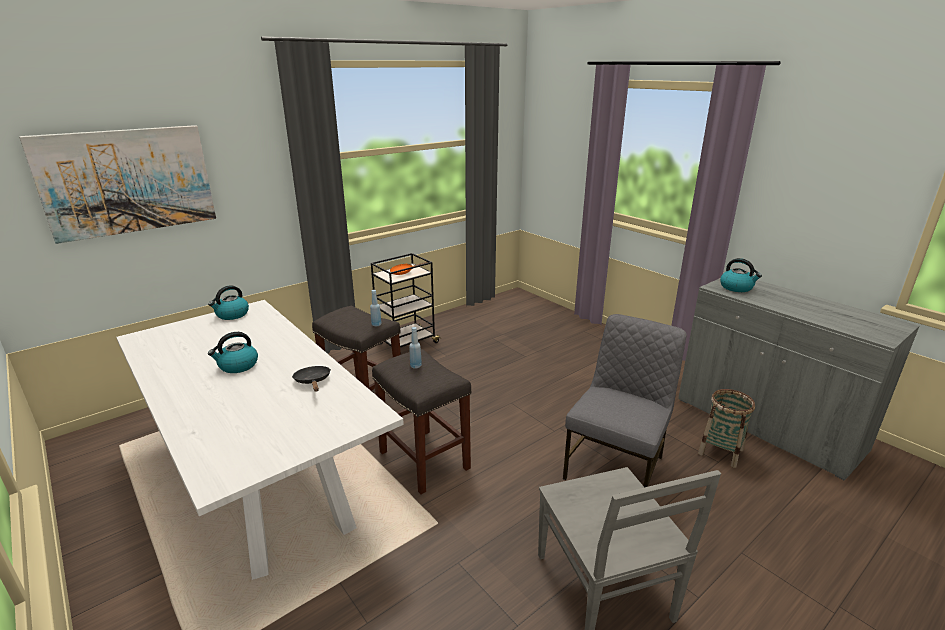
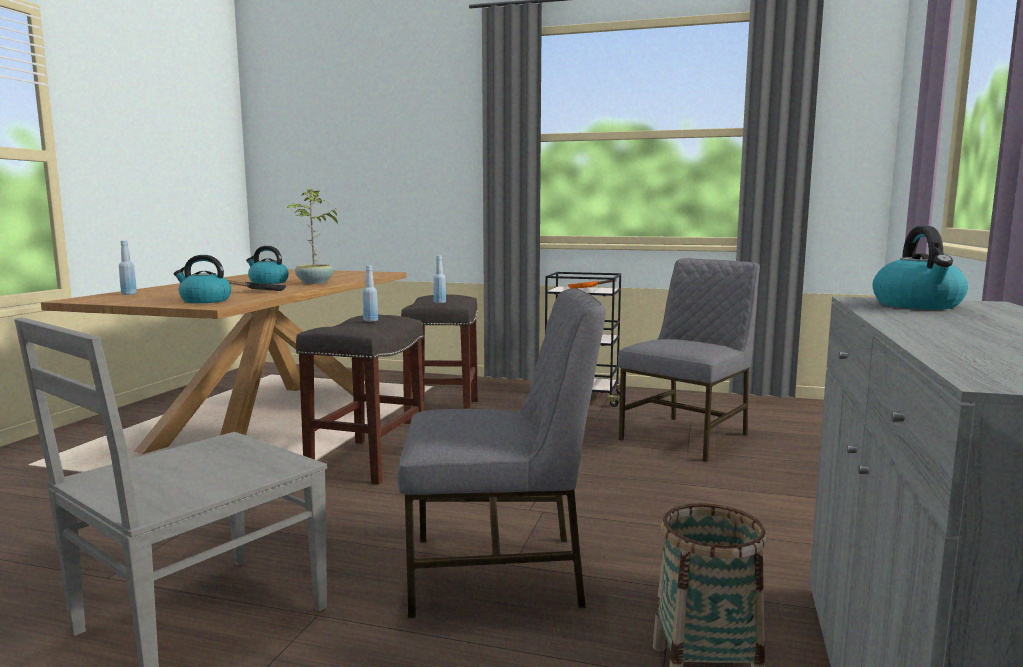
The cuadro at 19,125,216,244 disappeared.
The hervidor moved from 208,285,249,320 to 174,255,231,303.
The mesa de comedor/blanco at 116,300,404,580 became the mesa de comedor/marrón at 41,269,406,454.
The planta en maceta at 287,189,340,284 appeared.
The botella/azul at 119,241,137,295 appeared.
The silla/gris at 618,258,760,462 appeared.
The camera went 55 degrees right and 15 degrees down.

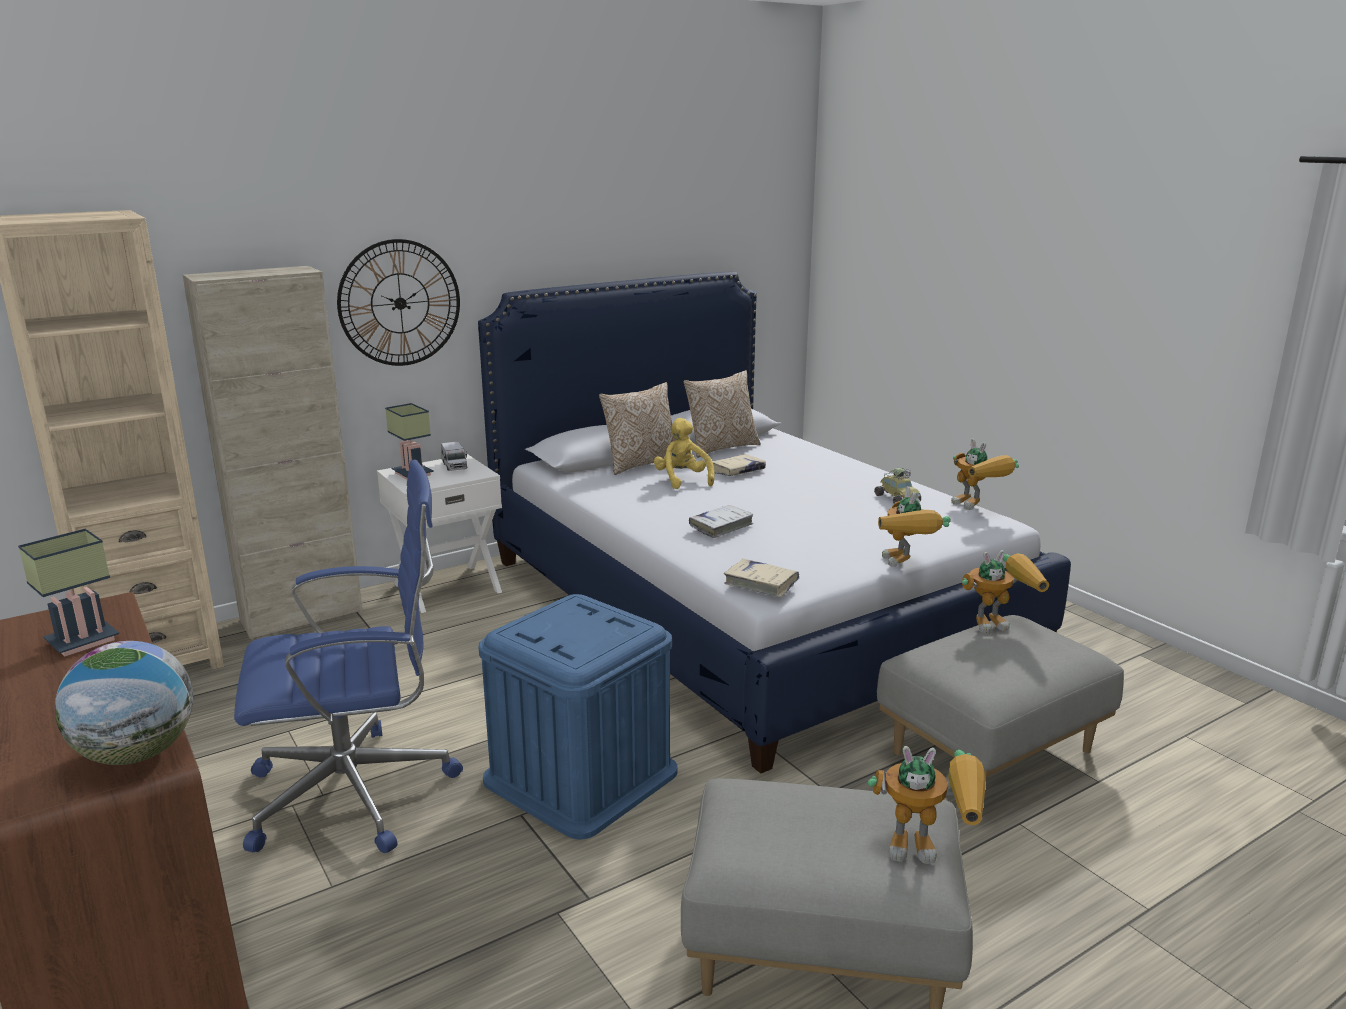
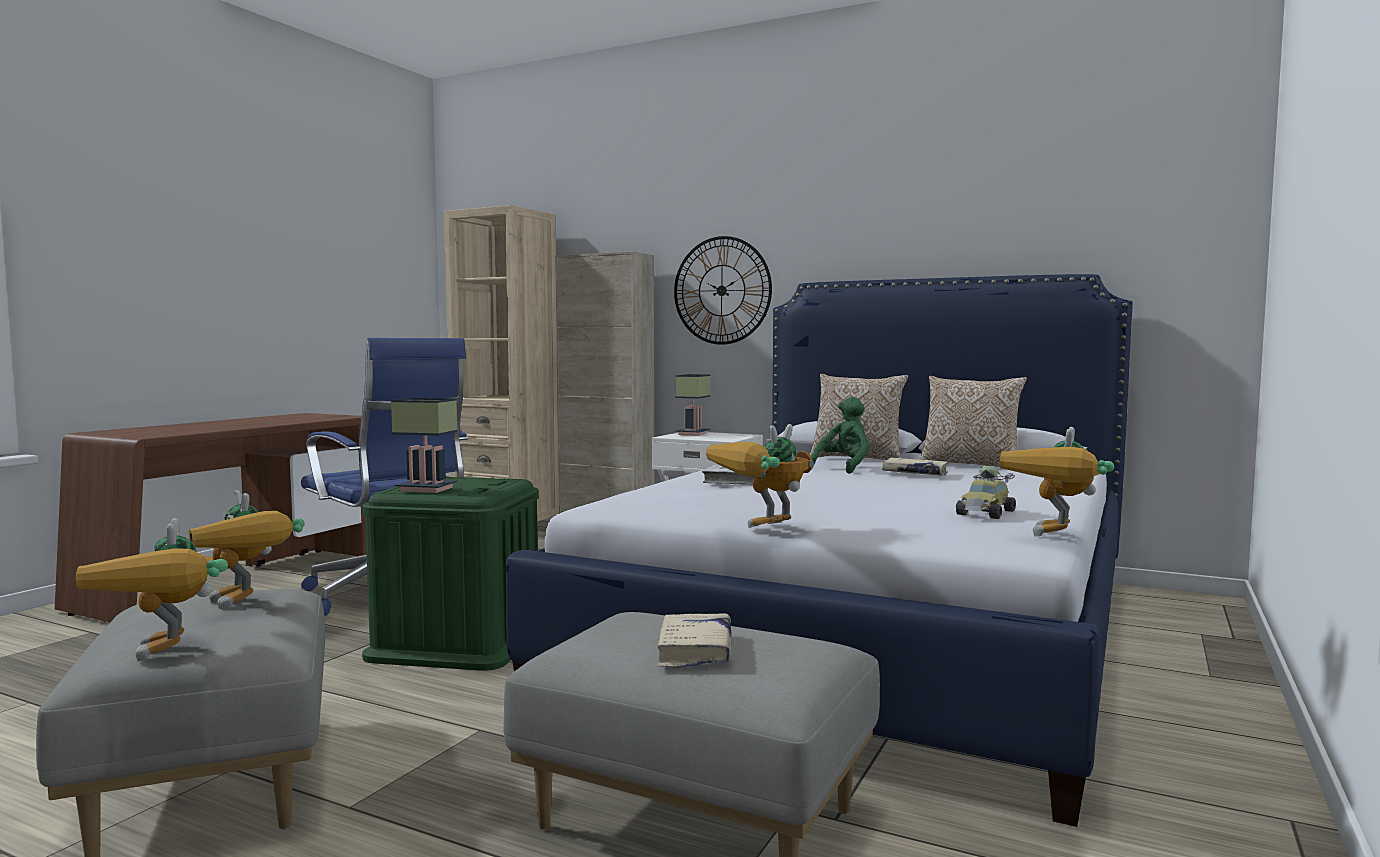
The peluche/amarillo at 654,418,714,489 became the peluche/verde at 811,397,869,474.
The camión de juguete at 441,441,467,471 disappeared.
The lámpara de mesa moved from 18,529,119,656 to 391,398,458,493.
The robot de juguete moved from 961,550,1049,633 to 189,490,305,610.
The libro/beis moved from 724,558,799,597 to 657,613,731,668.
The caja de almacenaje/azul at 478,594,678,840 became the caja de almacenaje/verde at 362,477,539,671.
The globo terráqueo at 55,641,193,765 disappeared.
The camera went 60 degrees right and 15 degrees down.

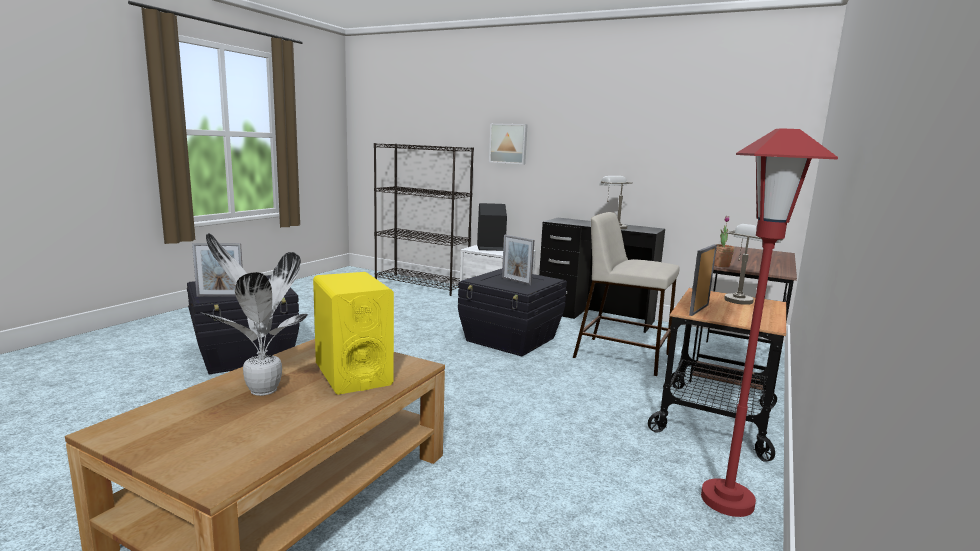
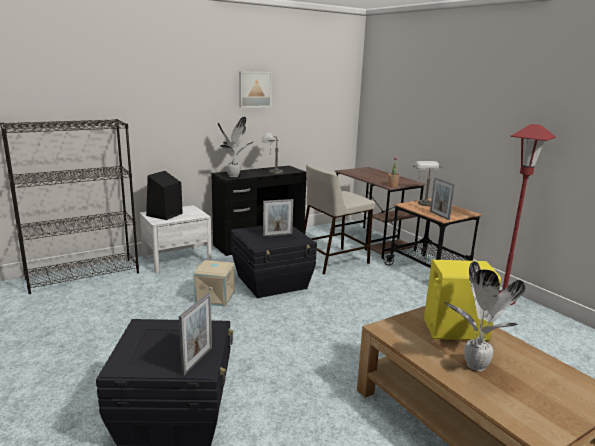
The cuadro moved from 489,123,528,164 to 239,71,272,108.
The planta en maceta at 218,117,253,177 appeared.
The caja de almacenaje/beis at 193,260,235,307 appeared.
The camera went 60 degrees left and 5 degrees up.

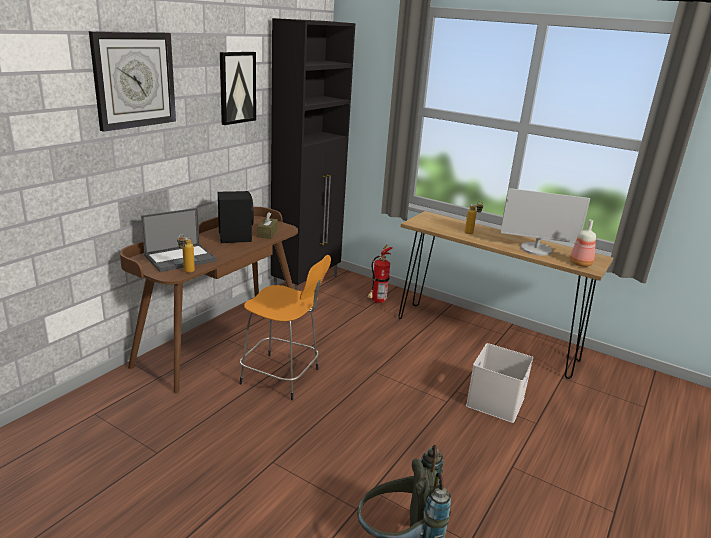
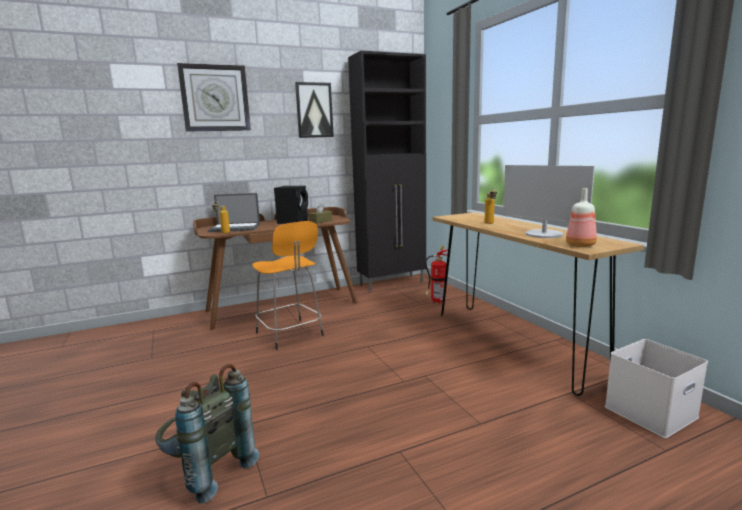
The caja de almacenaje/blanco moved from 466,343,533,423 to 605,339,708,438.
The camera went 35 degrees right and 10 degrees down.

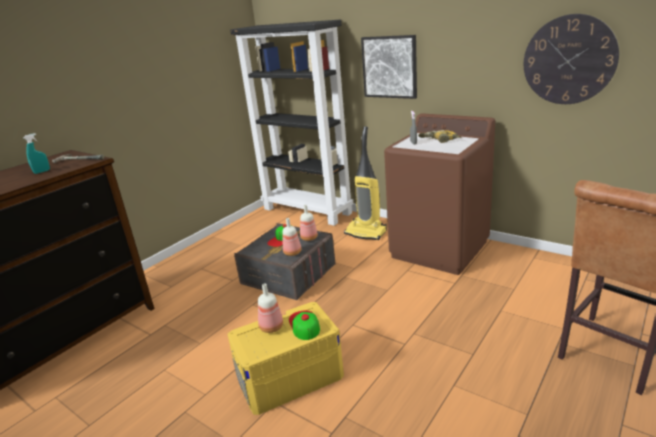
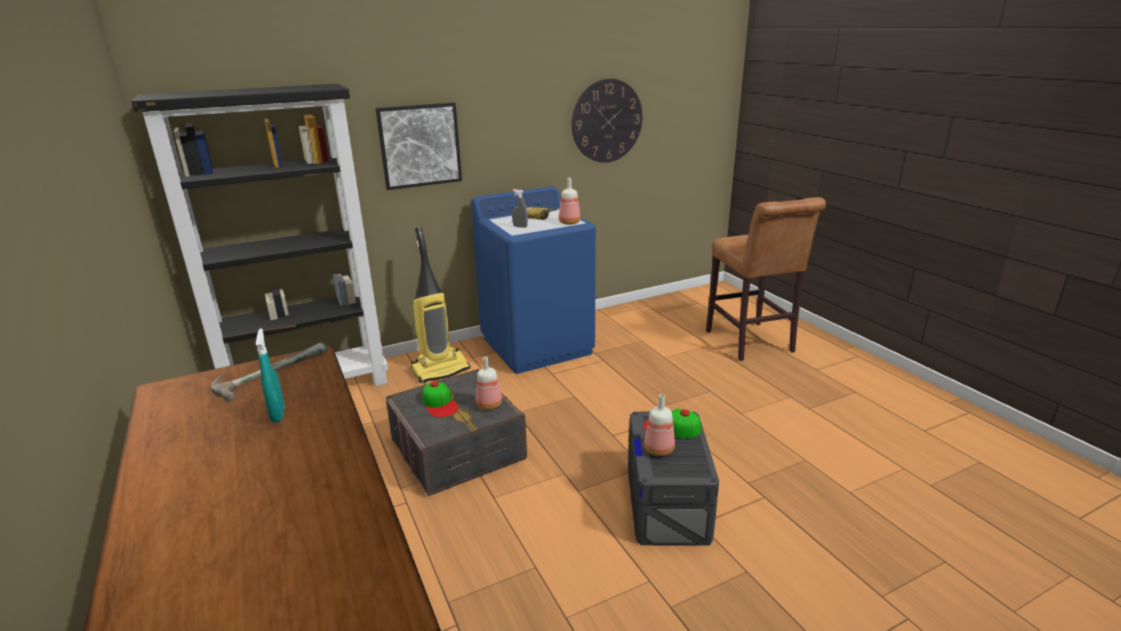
The lavadora/marrón at 384,113,495,275 became the lavadora/azul at 471,187,596,374.
The botella moved from 300,205,318,241 to 559,178,581,225.
The caja de almacenaje/amarillo at 227,302,344,415 became the caja de almacenaje/gris at 628,412,719,546.
The camera went 65 degrees left and 0 degrees up.

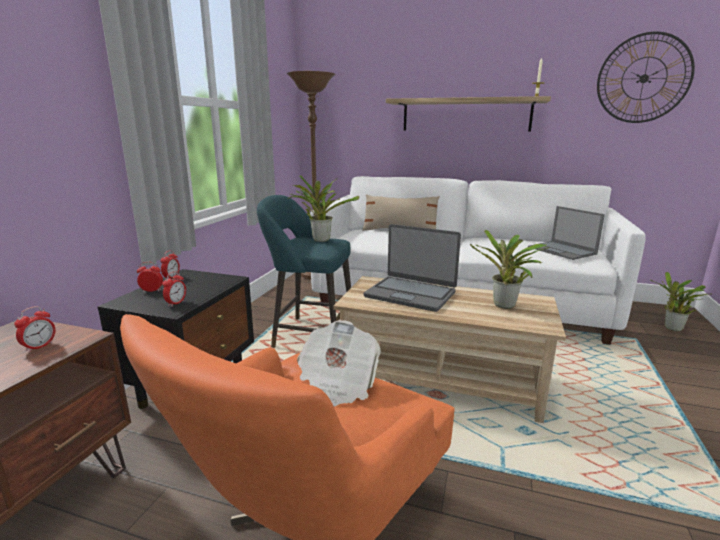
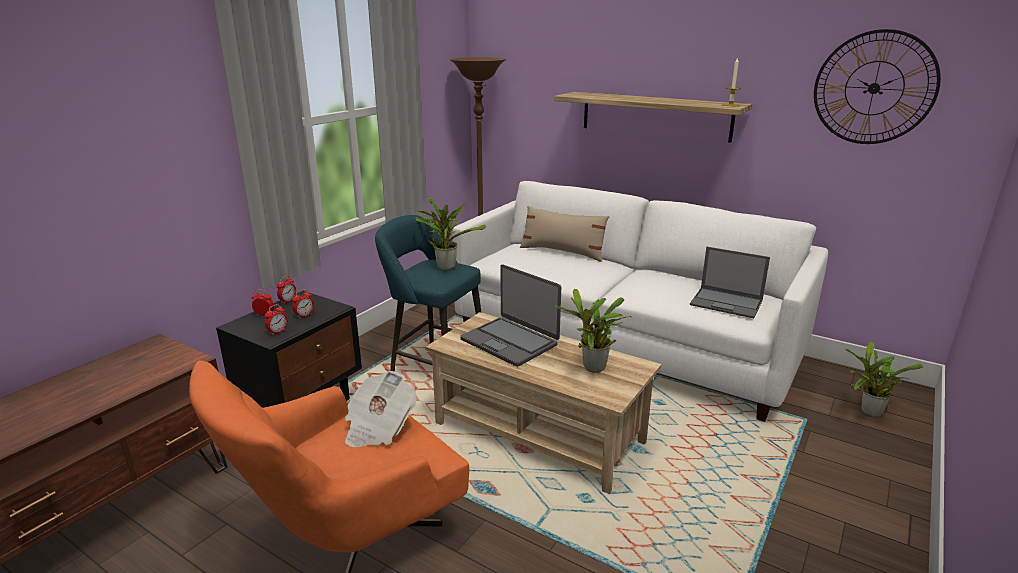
The portátil at 528,206,605,260 turned 45 degrees counterclockwise.
The despertador moved from 14,306,55,352 to 292,289,314,319.
The camera went 15 degrees right and 5 degrees up.

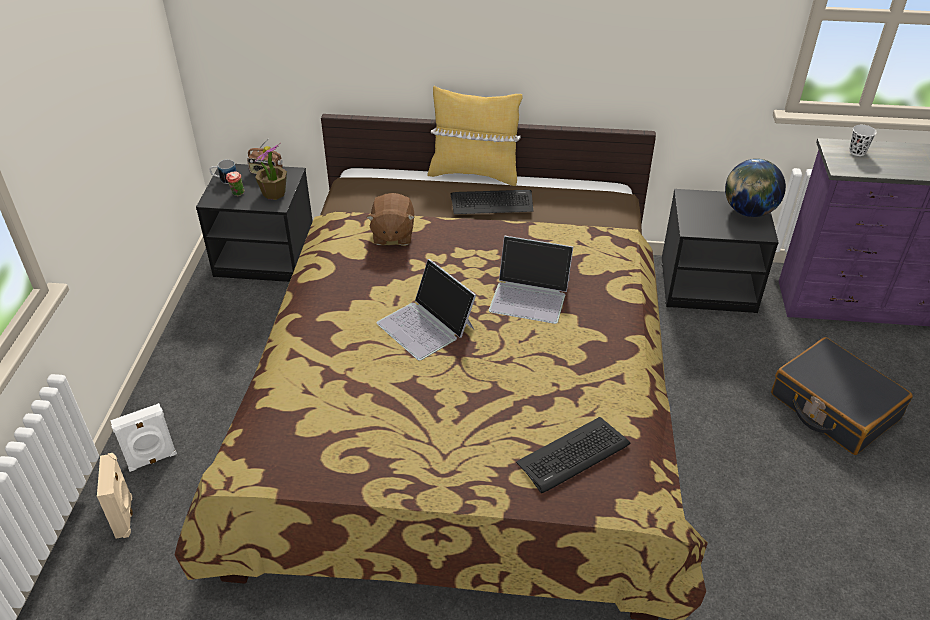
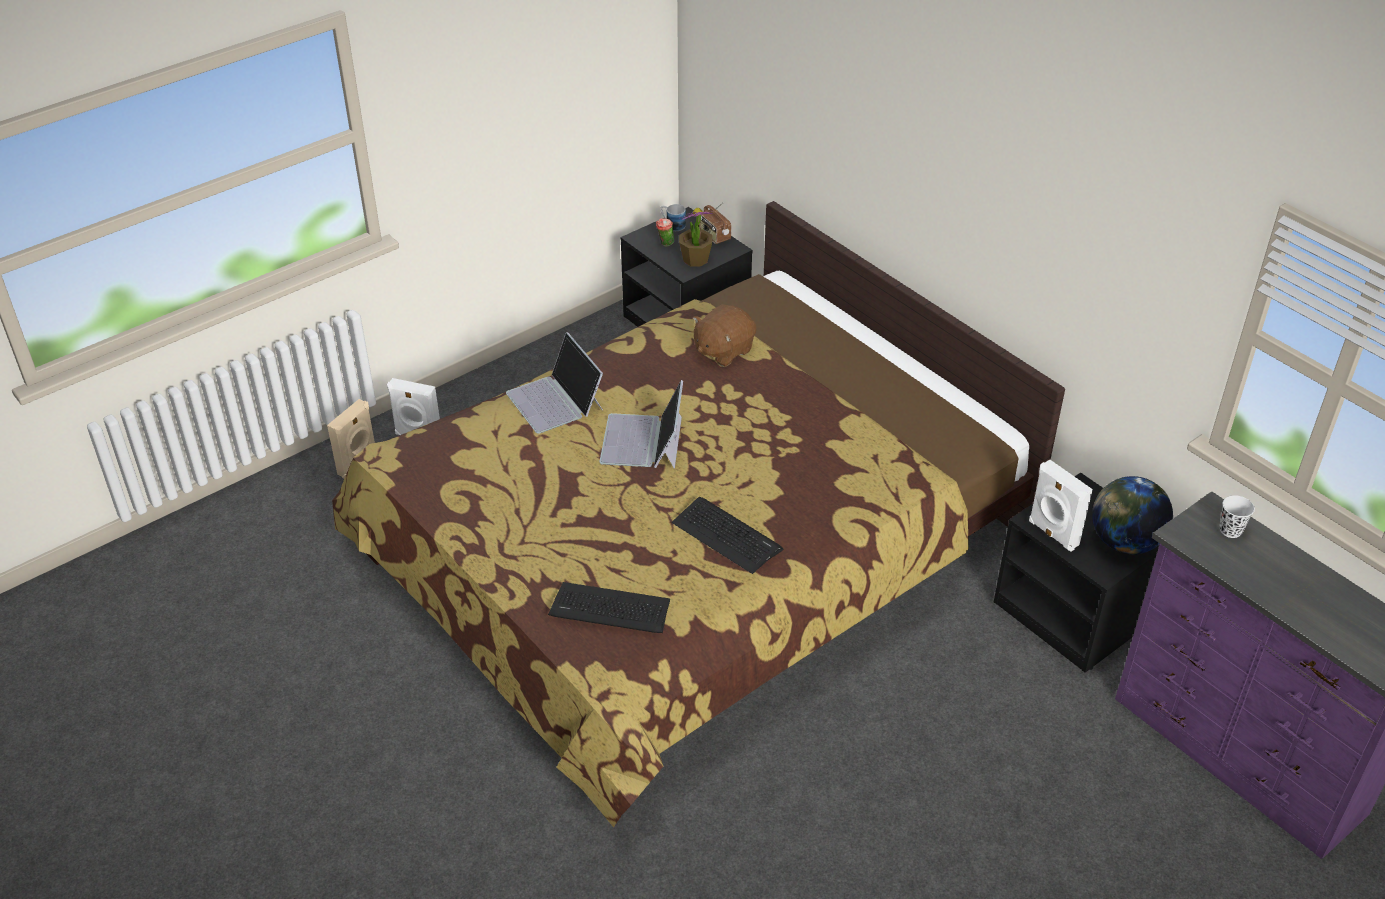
The cojín/amarillo at 428,86,523,186 disappeared.
The teclado moved from 450,190,533,214 to 672,497,783,574.
The portátil moved from 489,236,573,324 to 506,332,603,434.
The maleta/negro at 771,337,913,455 disappeared.
The altavoz/blanco at 1029,460,1093,552 appeared.
The camera went 45 degrees right and 0 degrees up.

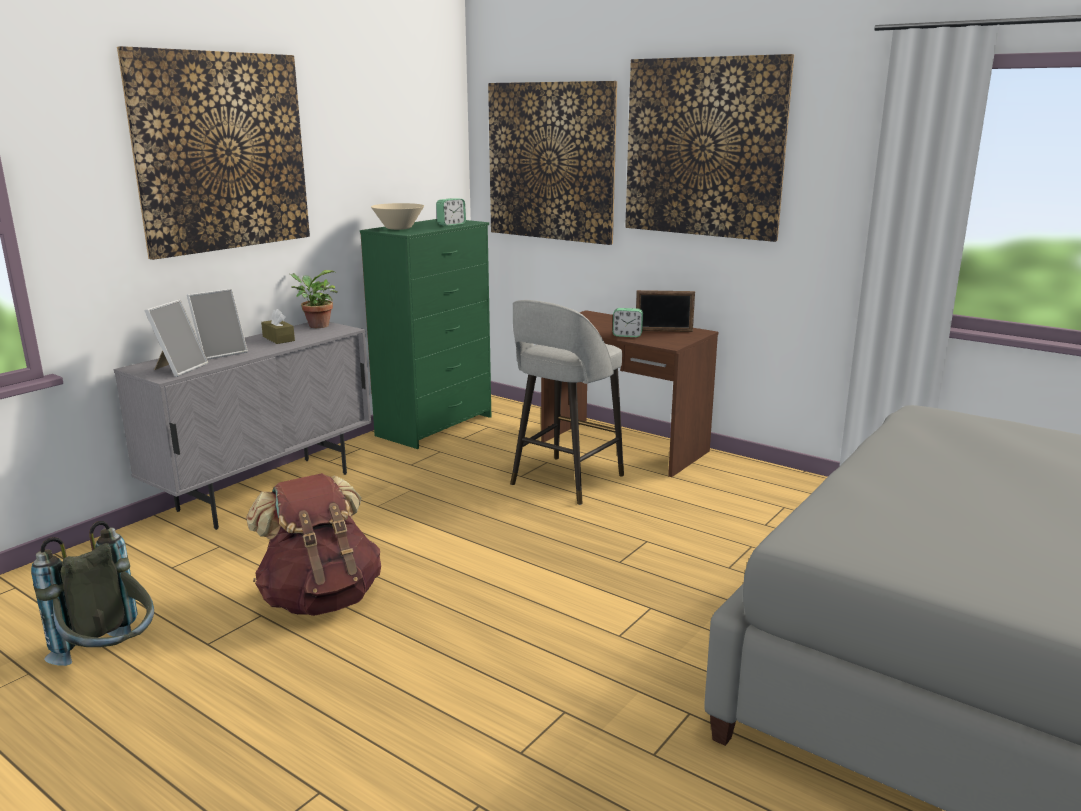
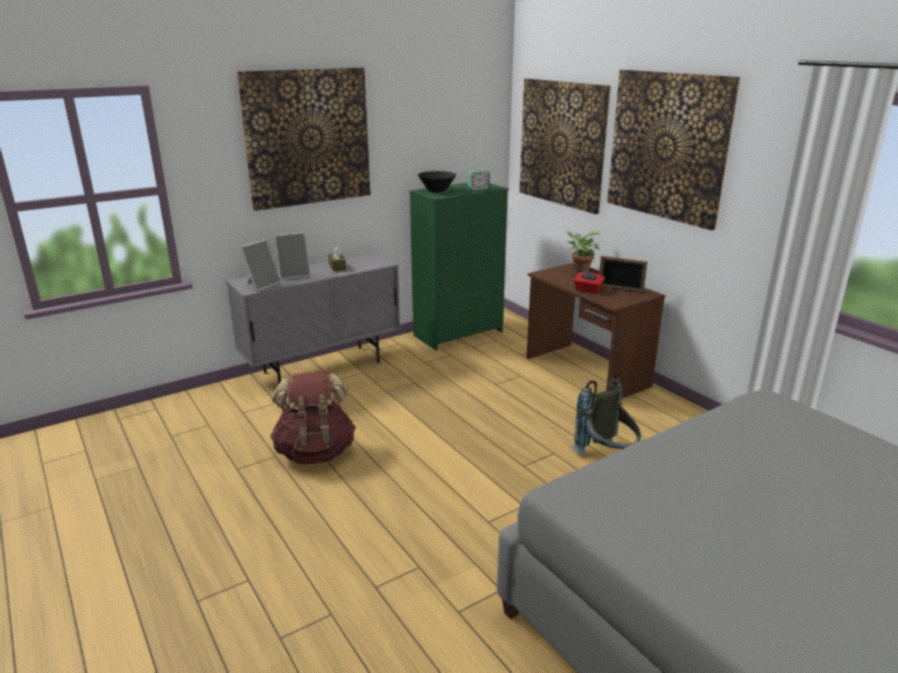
The cuenco/beis at 371,203,424,230 became the cuenco/negro at 418,171,456,192.
The planta en maceta moved from 289,270,338,328 to 567,231,600,272.
The taburete/gris at 510,300,624,505 disappeared.
The despertador at 613,308,643,337 was replaced by the caja de pañuelos/rojo at 574,270,605,294.
The mochila/gris moved from 31,521,154,666 to 571,374,641,454.
The camera went 20 degrees right and 5 degrees up.

